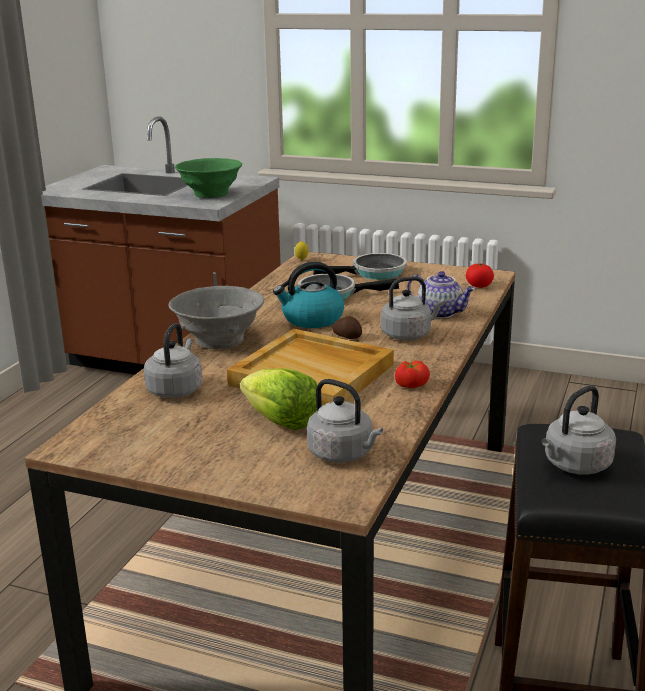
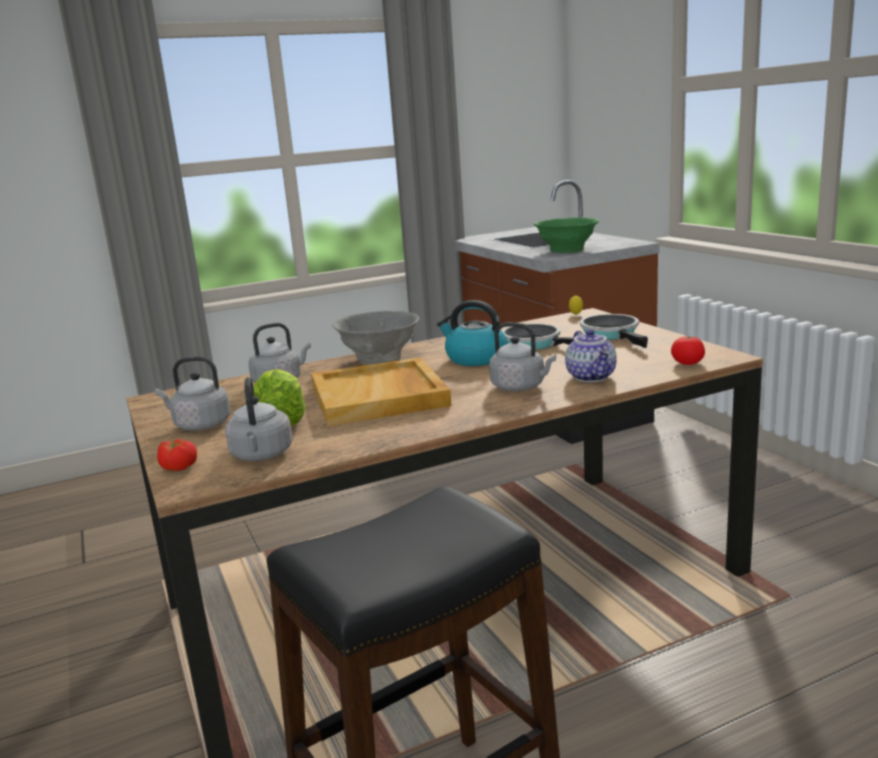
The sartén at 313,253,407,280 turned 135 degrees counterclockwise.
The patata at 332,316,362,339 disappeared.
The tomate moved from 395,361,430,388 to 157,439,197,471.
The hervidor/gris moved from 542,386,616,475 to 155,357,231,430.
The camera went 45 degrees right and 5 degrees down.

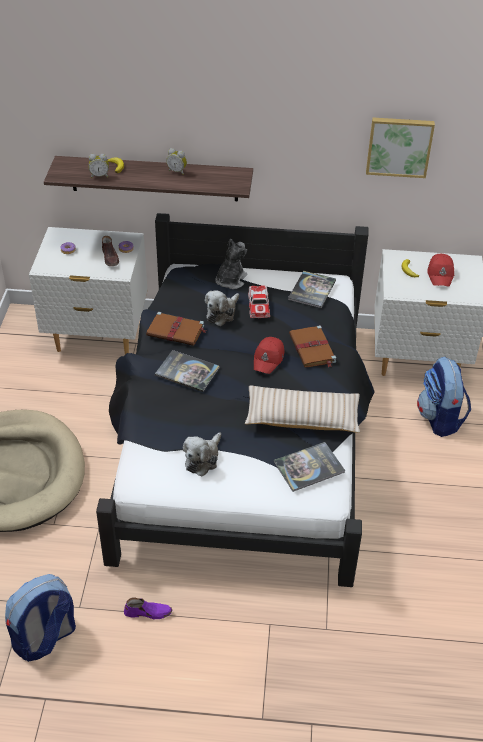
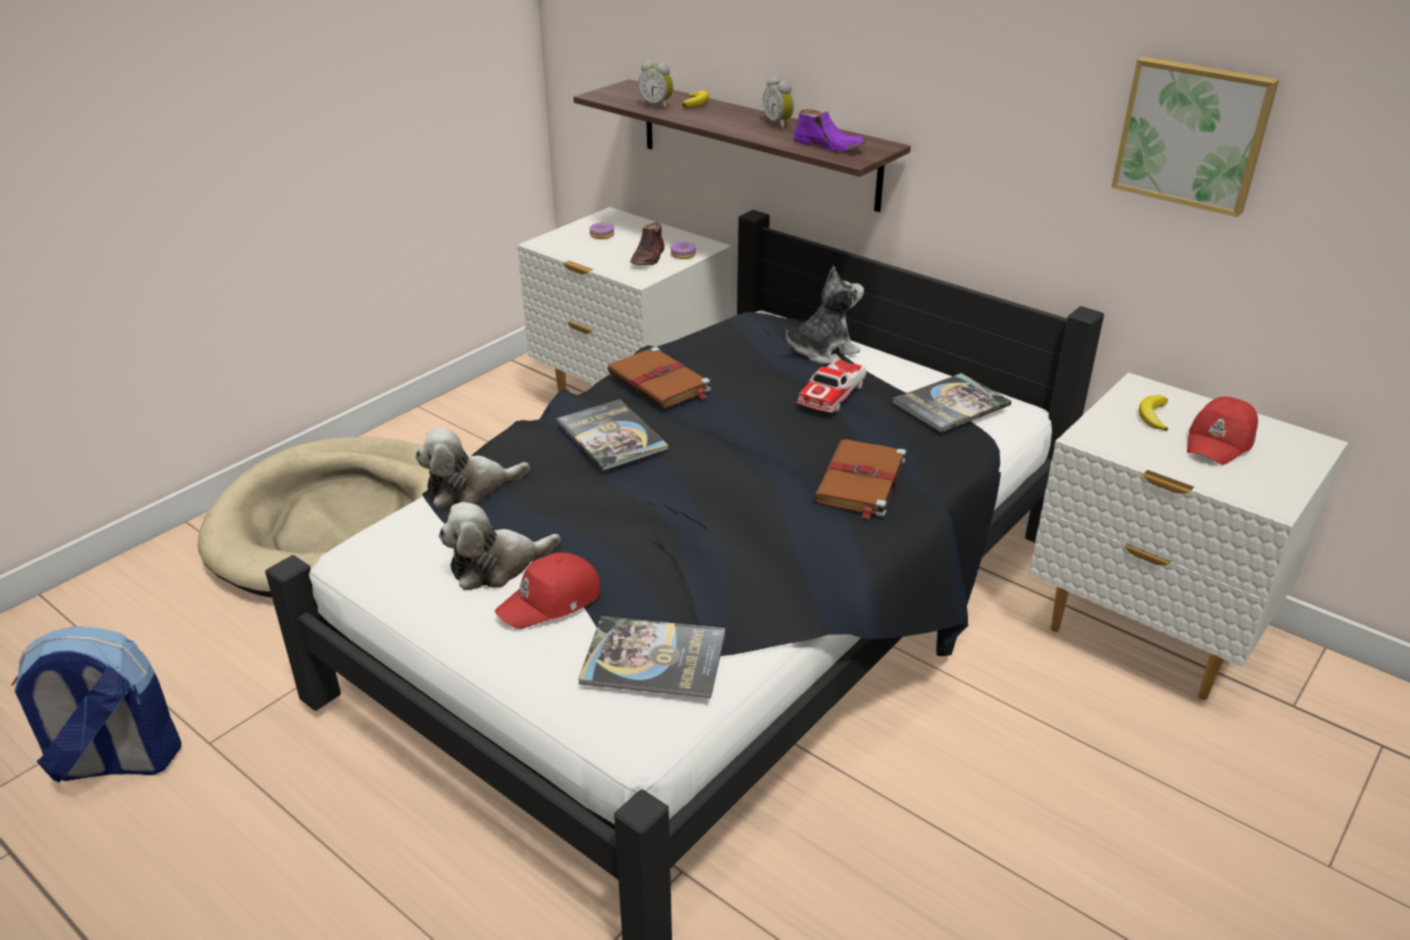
The peluche moved from 205,290,239,326 to 415,427,530,508.
The gorra/rojo moved from 254,337,285,374 to 495,552,601,629.
The mochila at 417,357,471,437 disappeared.
The cojín/beis at 245,385,360,433 disappeared.
The zapato/morado moved from 124,597,172,619 to 794,109,866,151.
The camera went 35 degrees right and 10 degrees down.

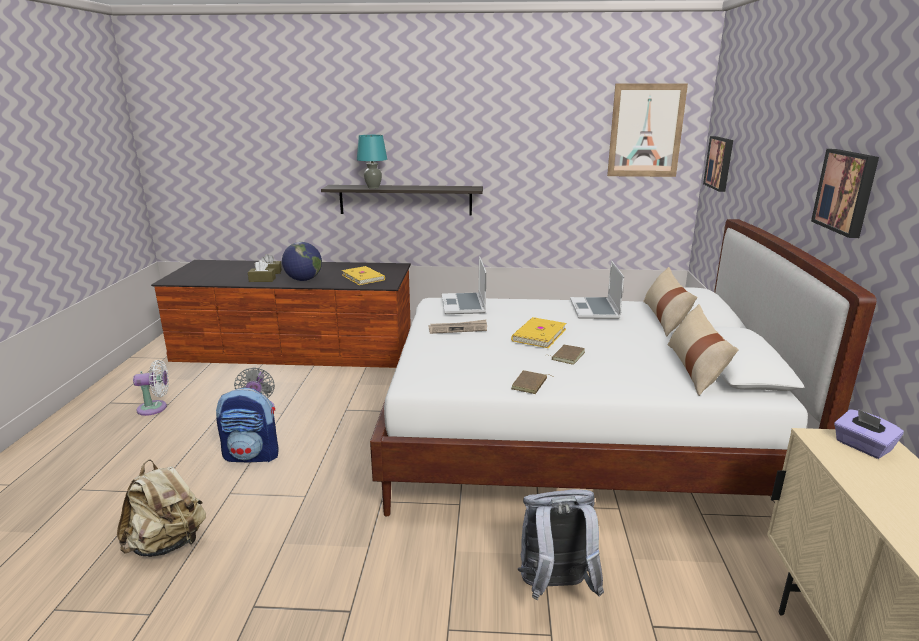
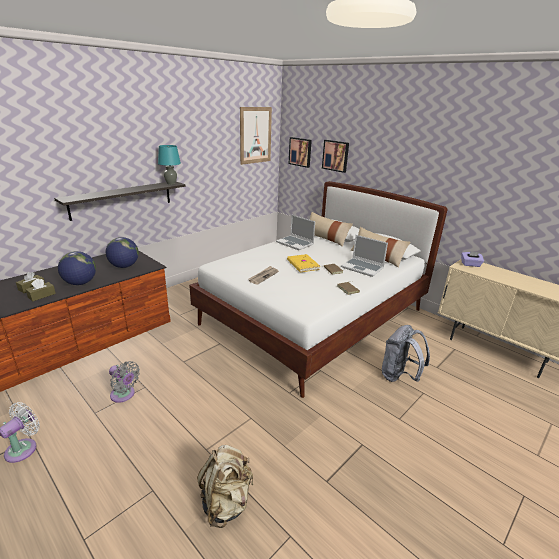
The lámpara de mesa/turquesa moved from 357,135,387,189 to 158,145,181,185.
The cuadro moved from 811,149,879,238 to 322,140,349,173.
The portátil moved from 442,256,486,314 to 341,235,388,277.
The libro/amarillo at 342,266,385,285 was replaced by the globo terráqueo at 106,237,139,268.
The mochila at 216,387,279,462 disappeared.
The camera went 50 degrees left and 5 degrees up.

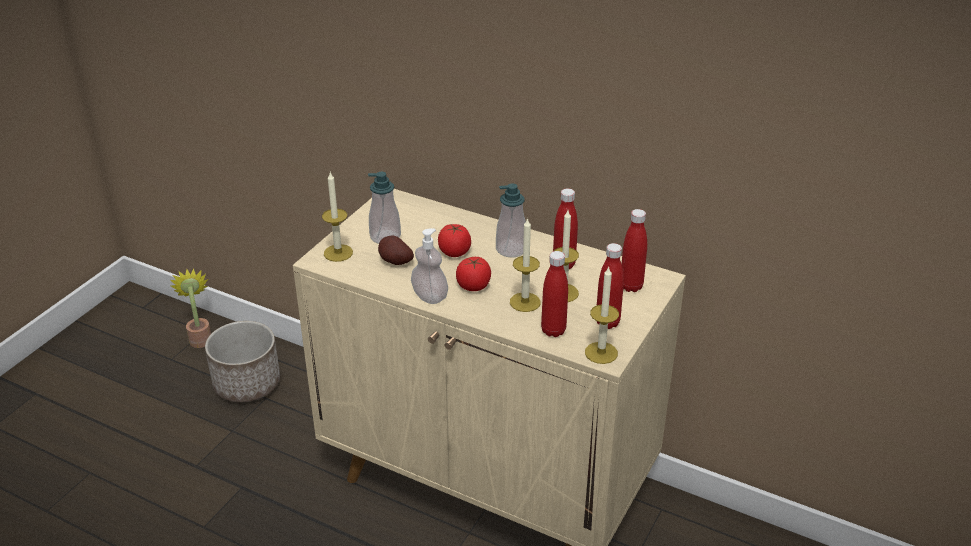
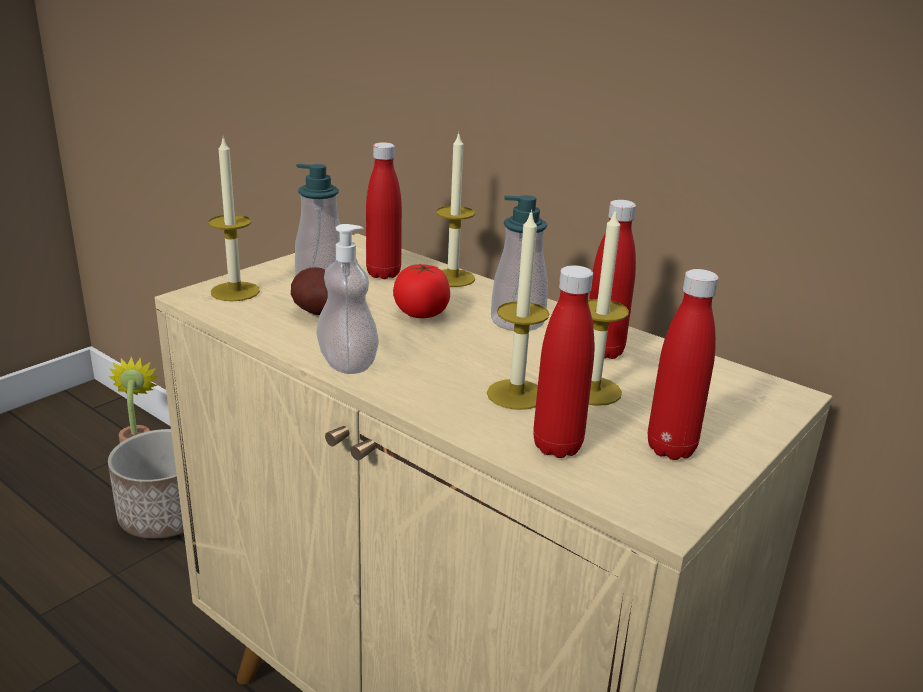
The botella/rojo moved from 621,209,647,292 to 366,142,402,279.
The tomate at 456,257,491,291 disappeared.
The vela moved from 585,266,619,364 to 436,131,475,287.
The camera went 10 degrees right and 10 degrees down.

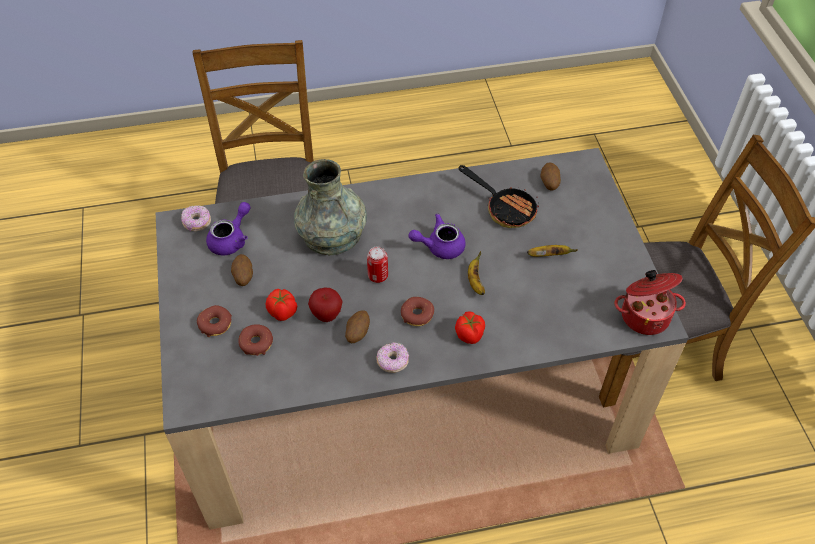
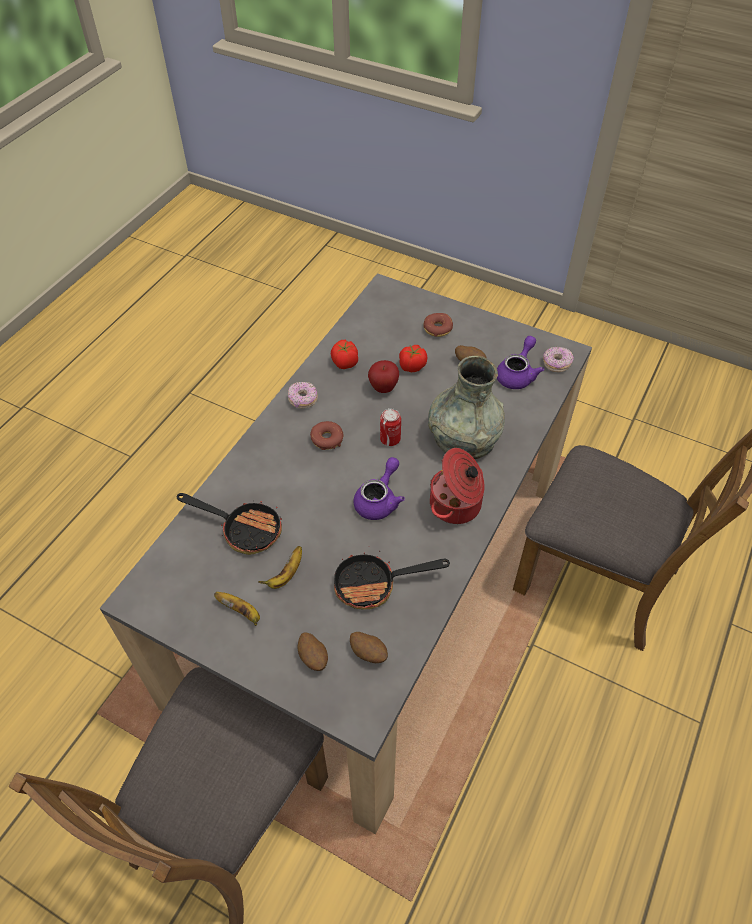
The tetera/morado at 206,202,251,255 turned 135 degrees counterclockwise.
The plátano moved from 468,251,485,295 to 214,592,260,626.
The olla moved from 614,270,686,335 to 430,448,485,524.
The patata moved from 345,310,370,343 to 297,632,328,671.
The tomate moved from 455,311,485,344 to 331,340,358,369.
The rosquilla at 238,324,273,356 disappeared.
The sartén at 176,493,282,555 appeared.
The camera went 130 degrees right and 0 degrees up.

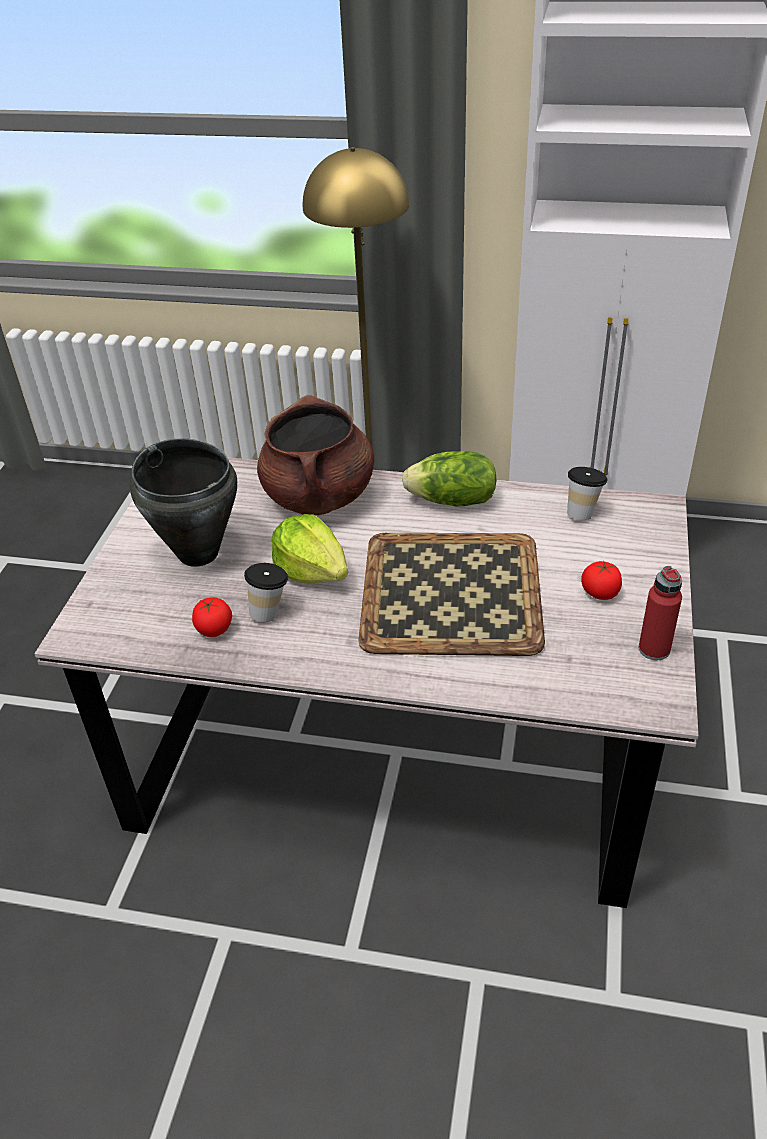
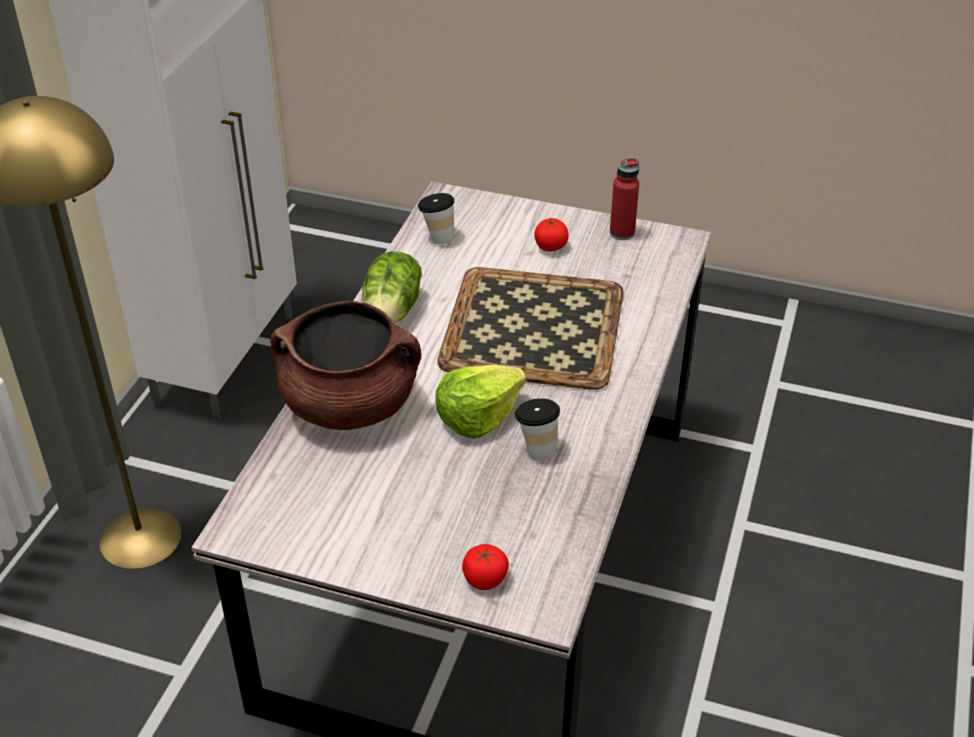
The olla/negro at 130,439,237,567 disappeared.
The tomate moved from 192,597,232,637 to 462,544,509,590.
The camera went 85 degrees left and 0 degrees up.

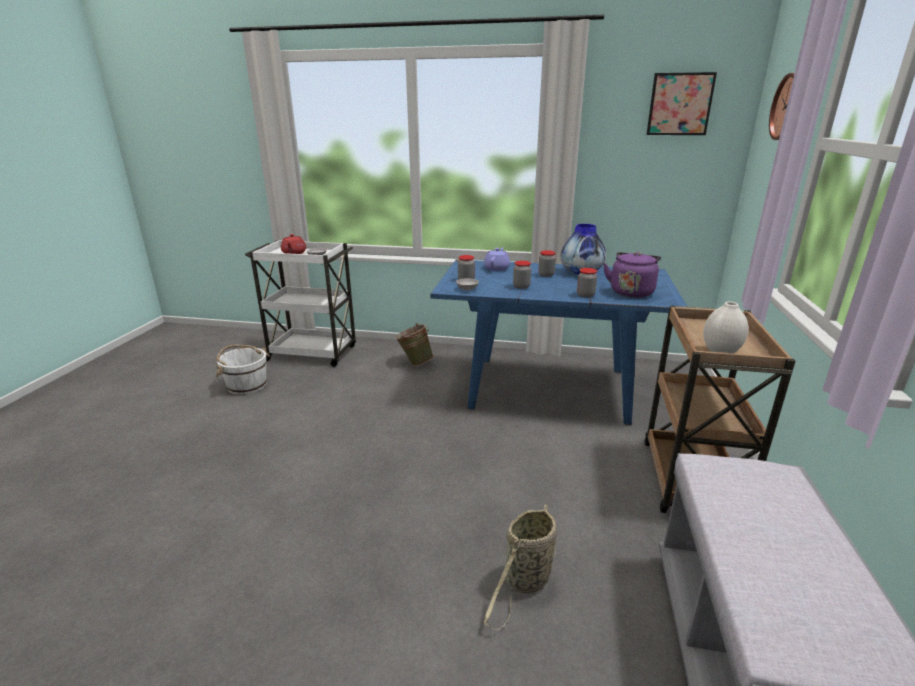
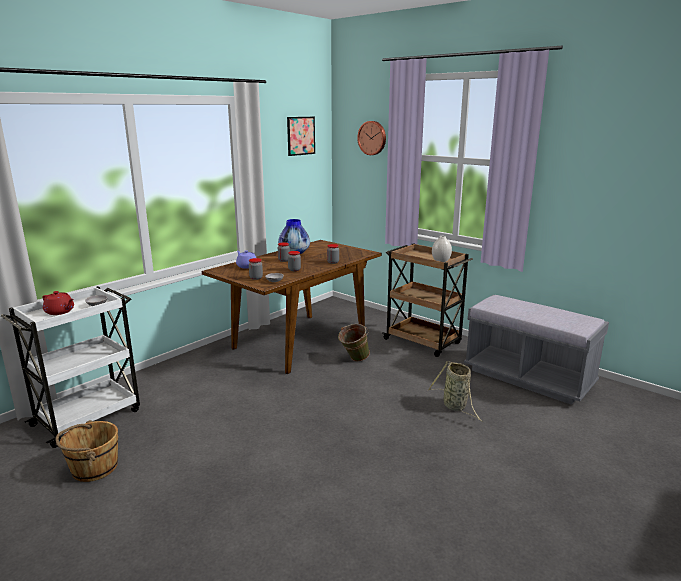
The hervidor/morado at 603,252,661,298 disappeared.
The mesa de comedor/azul at 430,259,688,425 became the mesa de comedor/marrón at 202,240,382,374.
The cubo/verde moved from 395,323,433,366 to 338,324,370,362.
The cubo/blanco at 216,345,270,395 became the cubo/marrón at 55,420,118,482.
The camera went 60 degrees left and 5 degrees down.

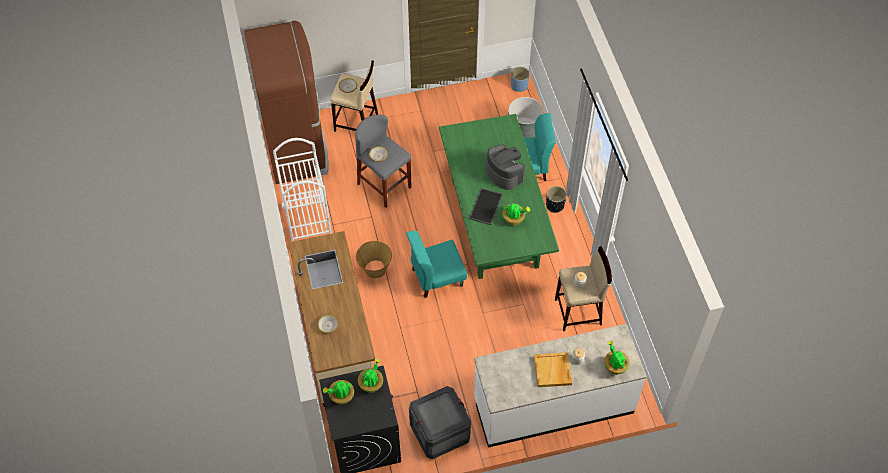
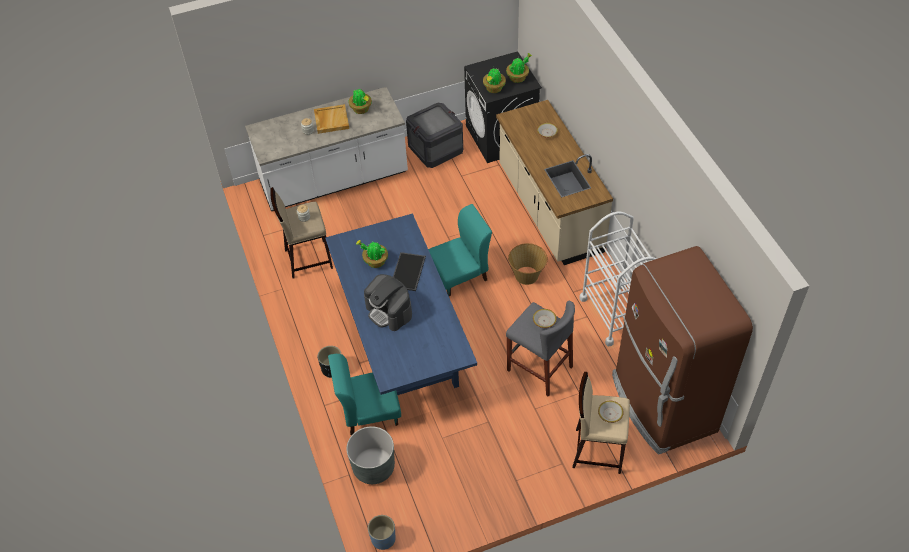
The mesa de comedor/verde at 439,114,559,279 became the mesa de comedor/azul at 325,214,477,395.
The planta en maceta moved from 604,341,630,375 to 348,89,372,114.
The camera went 175 degrees right and 5 degrees down.

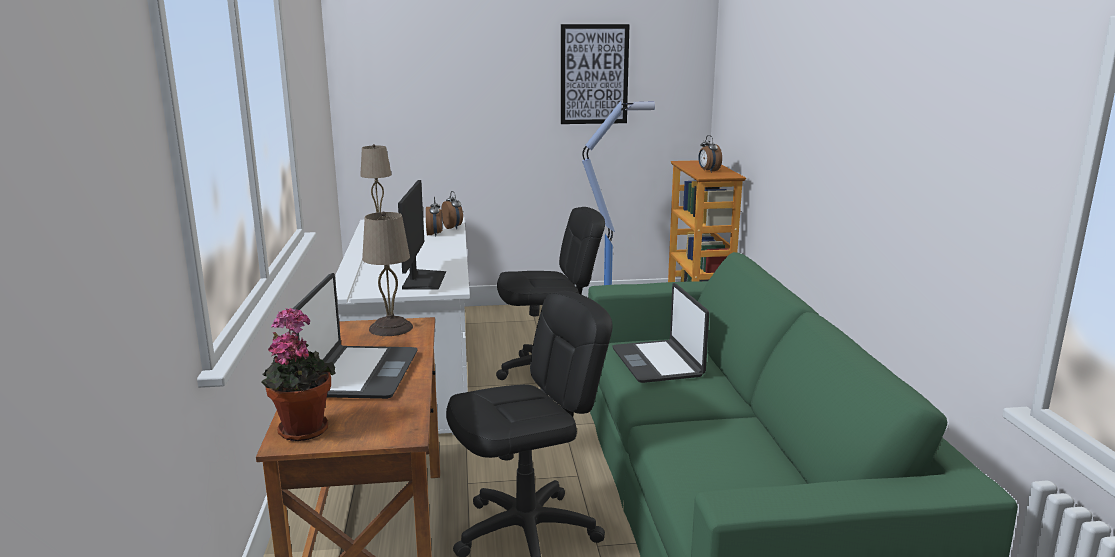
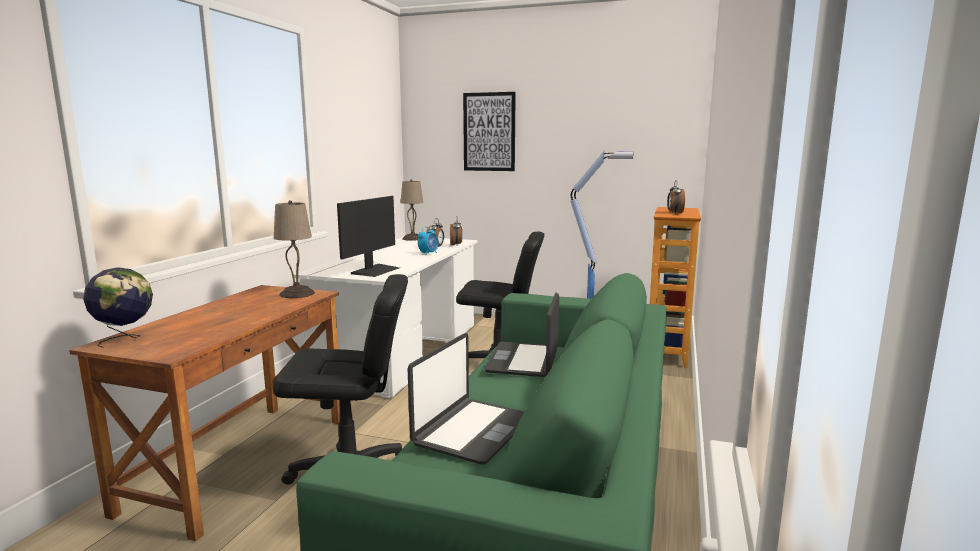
The cuadro moved from 561,24,630,124 to 463,92,516,171.
The portátil moved from 293,273,418,399 to 408,333,524,465.
The planta en maceta at 261,308,335,441 was replaced by the globo terráqueo at 83,267,153,348.
The despertador at 418,227,438,256 appeared.
The camera went 25 degrees right and 5 degrees down.

